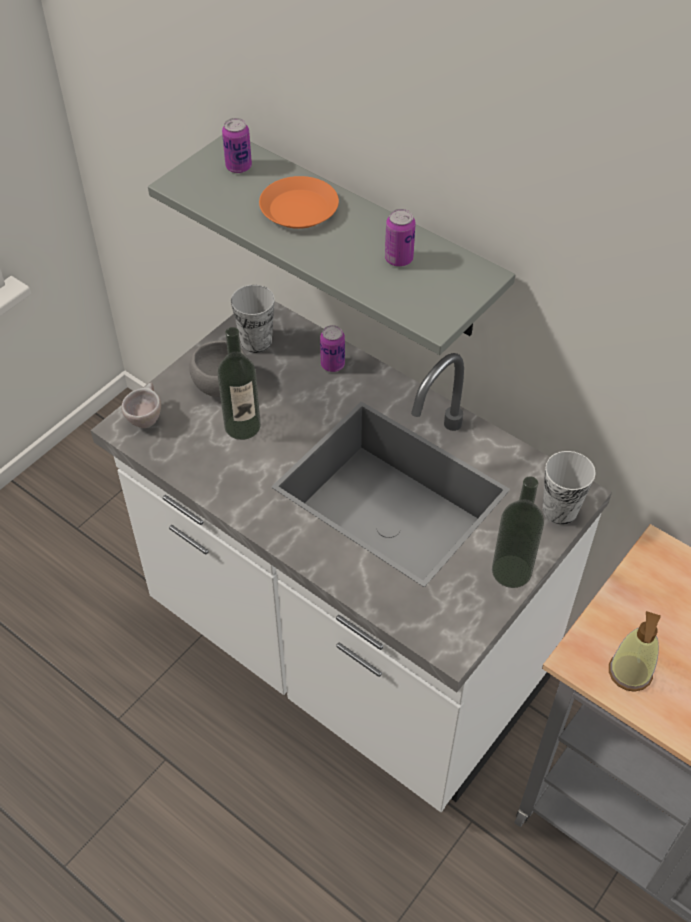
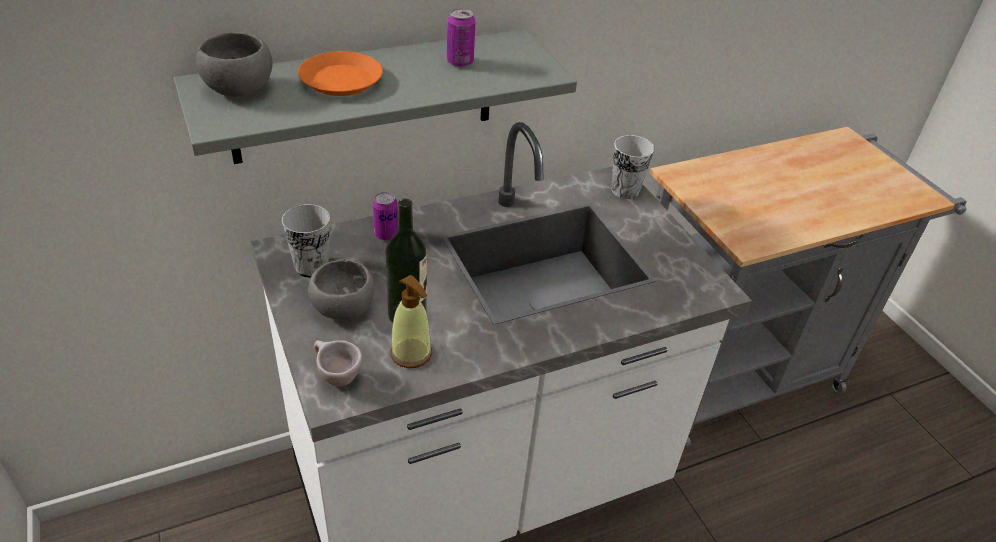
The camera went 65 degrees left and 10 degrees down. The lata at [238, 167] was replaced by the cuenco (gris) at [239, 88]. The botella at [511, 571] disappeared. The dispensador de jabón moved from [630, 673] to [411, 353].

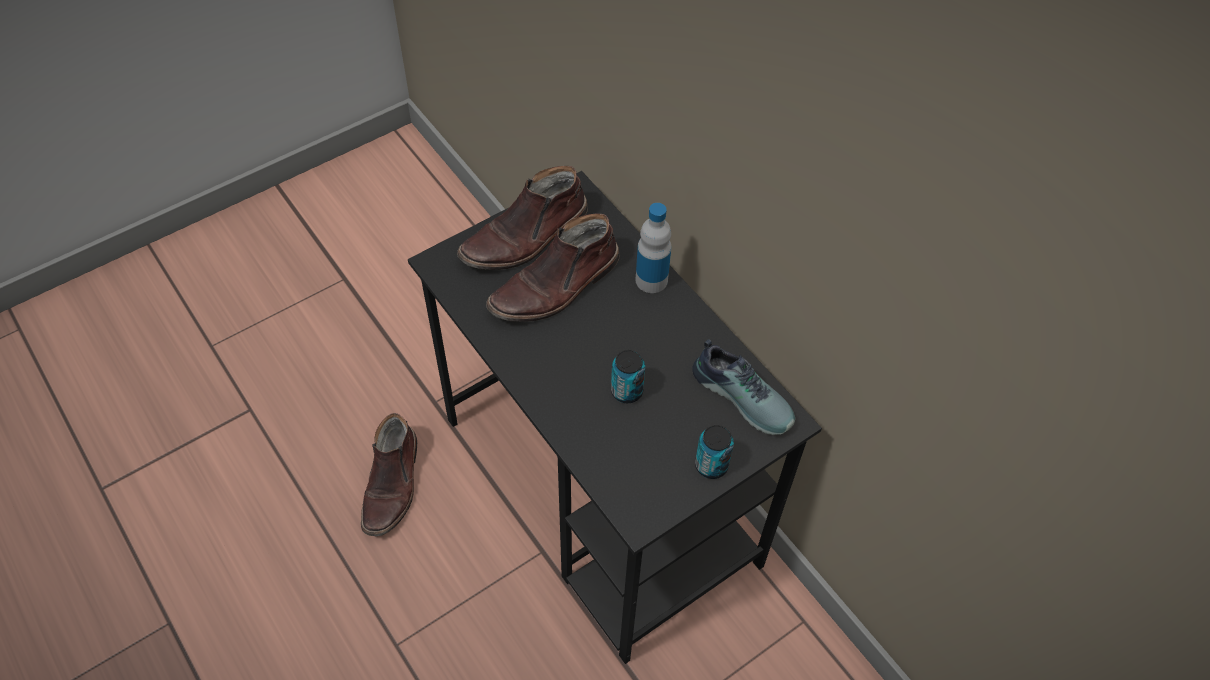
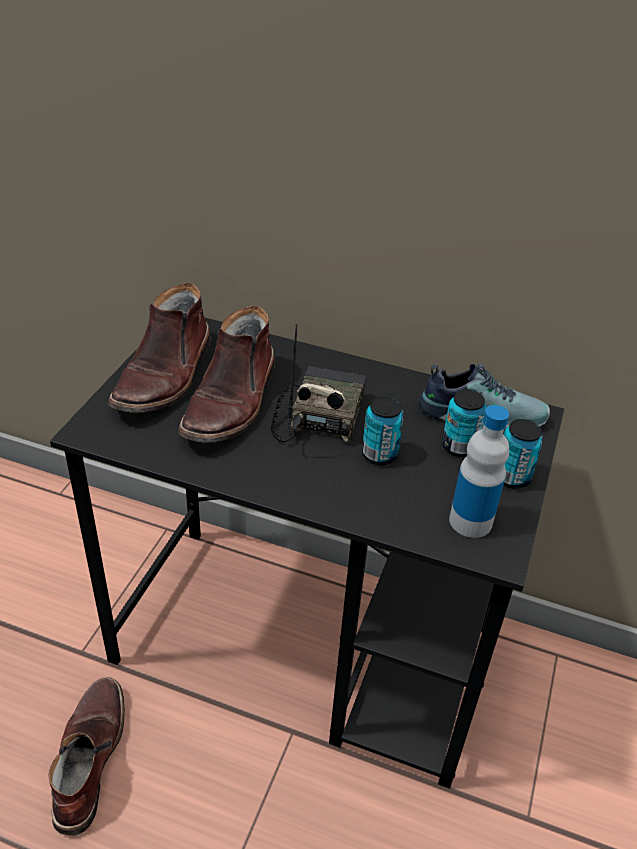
The camera went 35 degrees left and 15 degrees down. The bota (marrón) at [392, 484] turned 150 degrees counterclockwise. The botella moved from [651, 280] to [470, 521]. The radio at [319, 415] appeared. The lata at [459, 446] appeared.

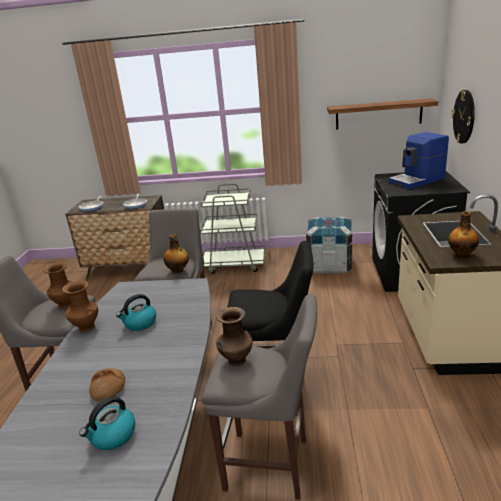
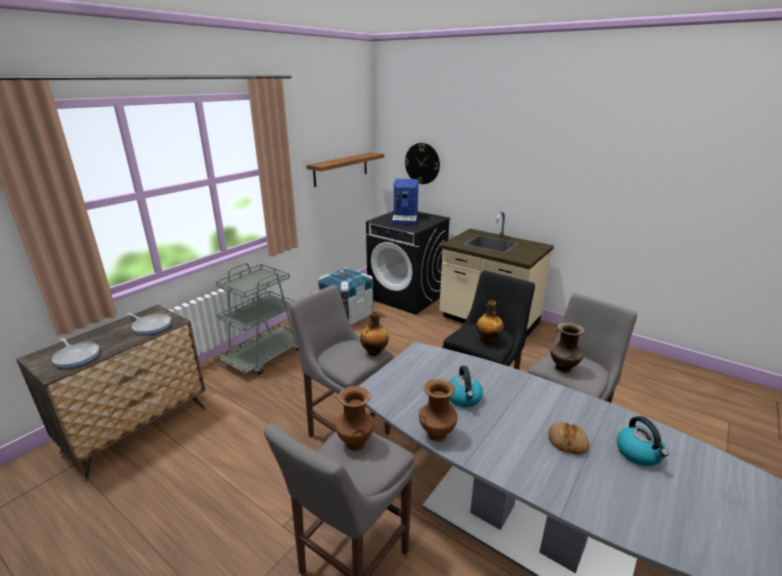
The camera went 60 degrees left and 0 degrees up. The botella moved from [461, 254] to [488, 339].

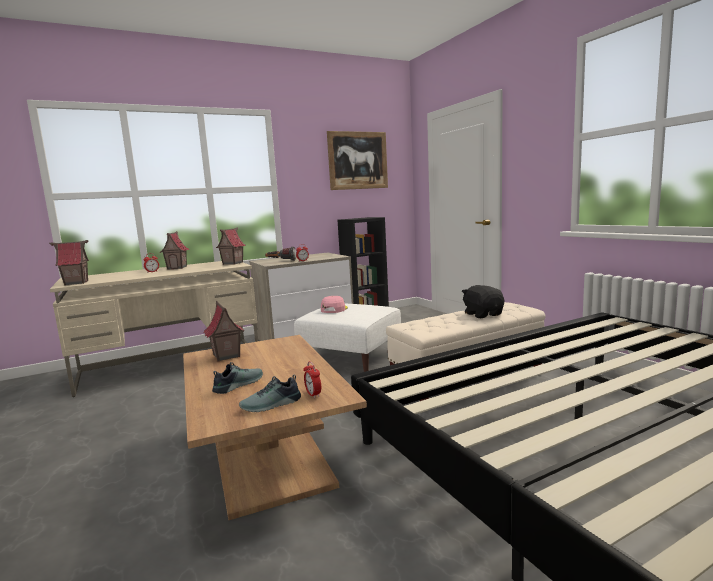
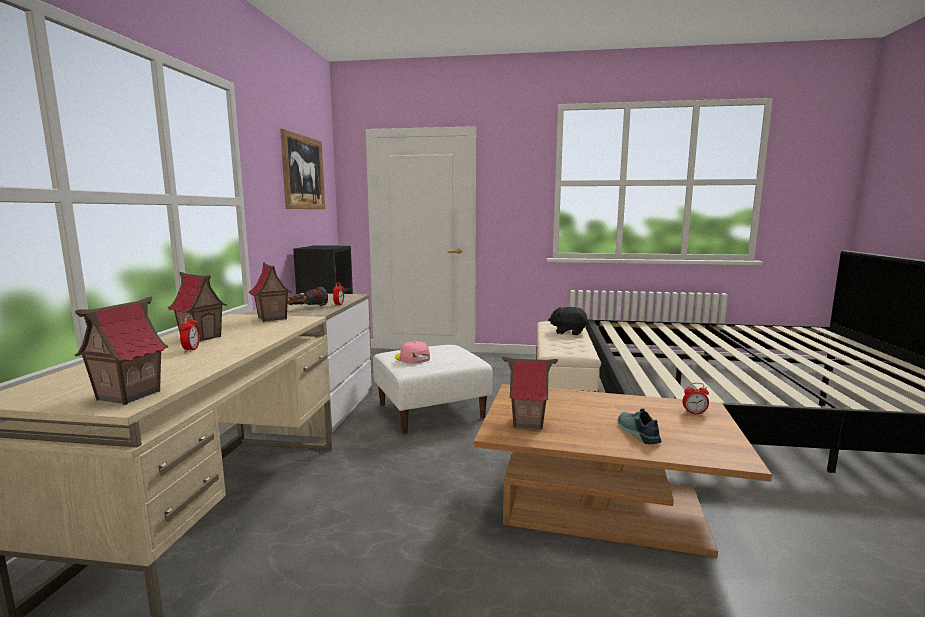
The camera went 55 degrees left and 0 degrees up. The zapato at [271, 405] disappeared.

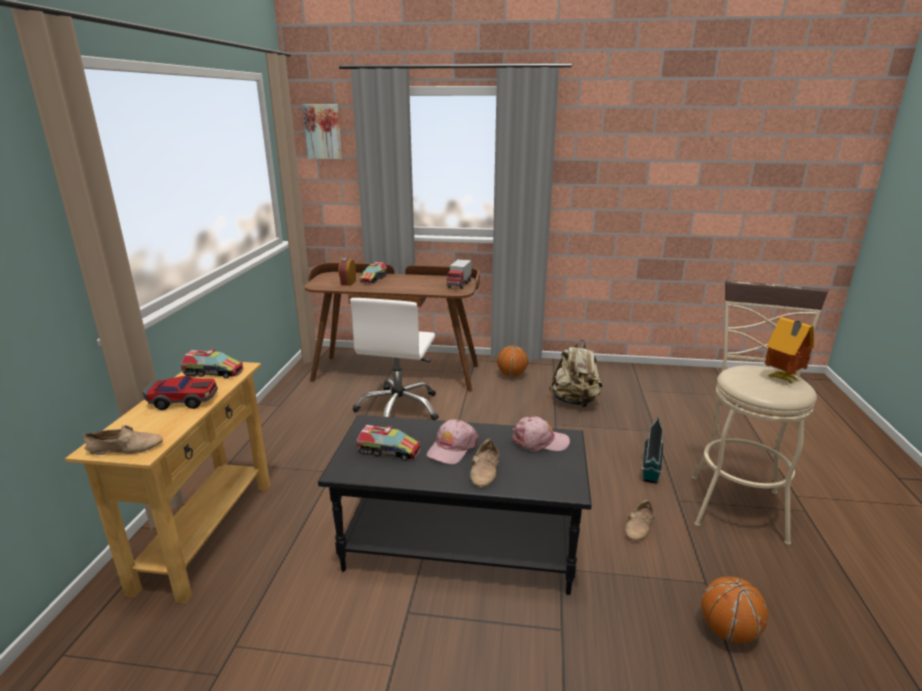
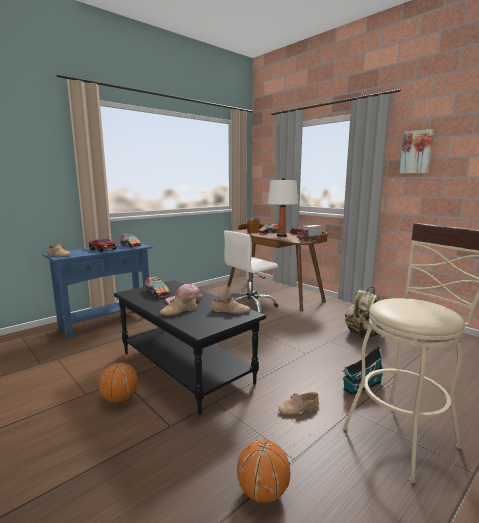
The camera went 40 degrees right and 10 degrees down. The mesa consola (beis) at [206, 534] became the mesa consola (azul) at [107, 322]. The cuadro moved from [323, 131] to [416, 152]. The balón de baloncesto moved from [512, 375] to [120, 399]. The gorra (rosa) at [539, 441] was replaced by the zapato (beis) at [230, 310]. The casita at [781, 379] disappeared. The lámpara de mesa (blanco) at [281, 236] appeared.

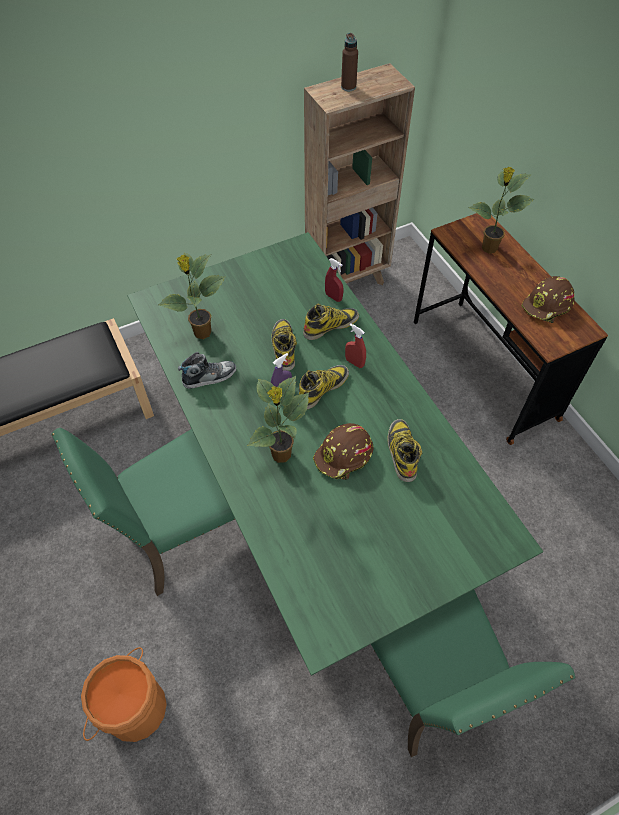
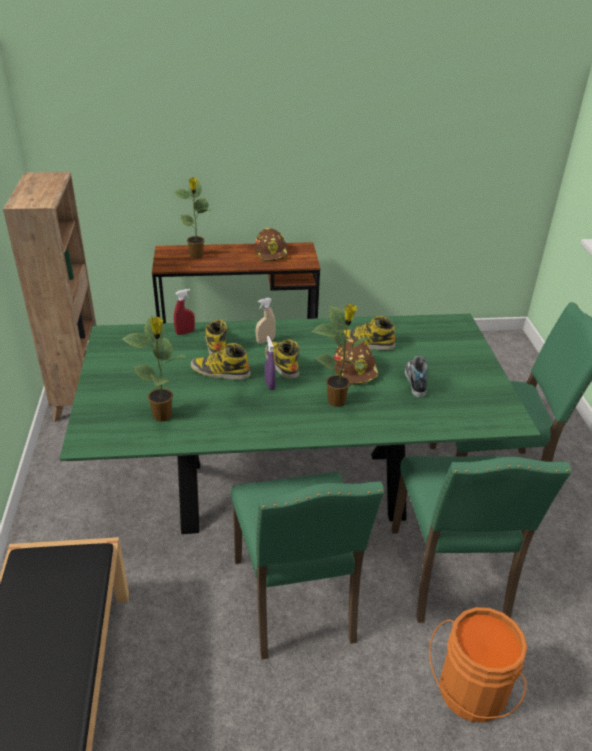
The camera went 70 degrees left and 20 degrees down. The zapato moved from [209, 376] to [415, 381]. The botella (marrón) at [348, 87] disappeared. The pulverizador (rojo) at [354, 362] became the pulverizador (beis) at [265, 341]. The silla (verde) at [451, 575] appeared.

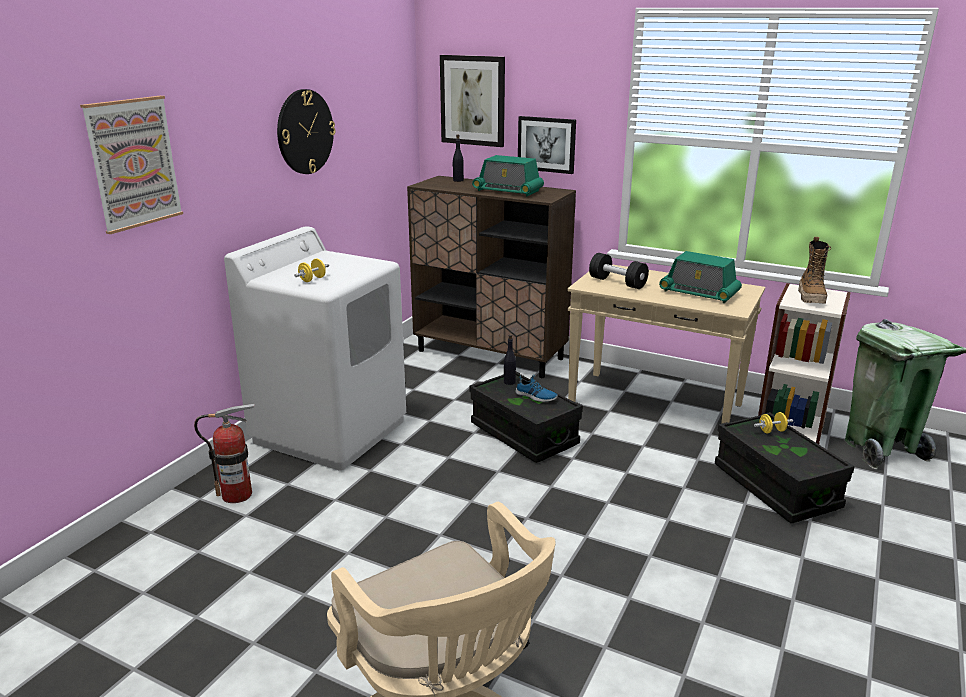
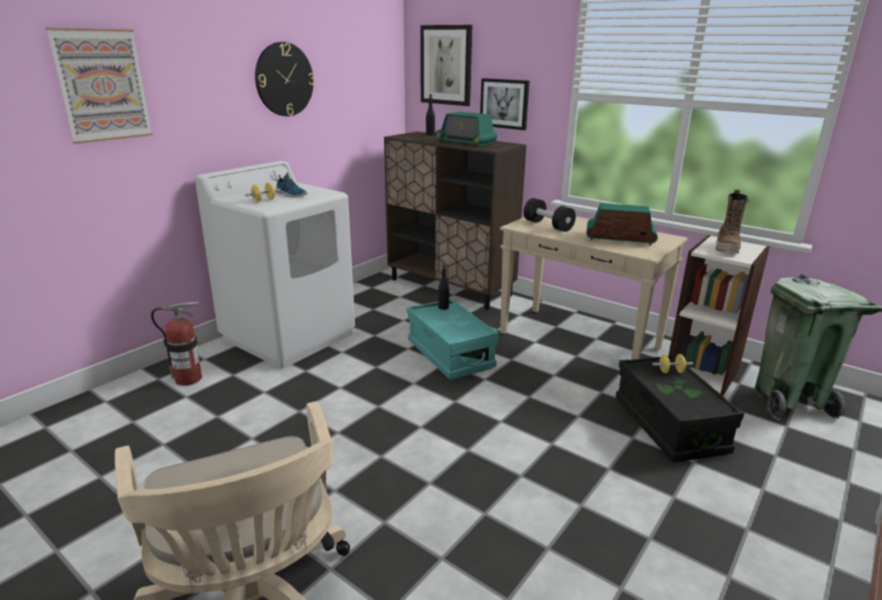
The camera went 10 degrees right and 0 degrees up. The caja de almacenaje (negro) at [524, 434] became the caja de almacenaje (turquesa) at [450, 354]. The zapato moved from [536, 396] to [290, 194]. The radio at [699, 293] turned 150 degrees clockwise.

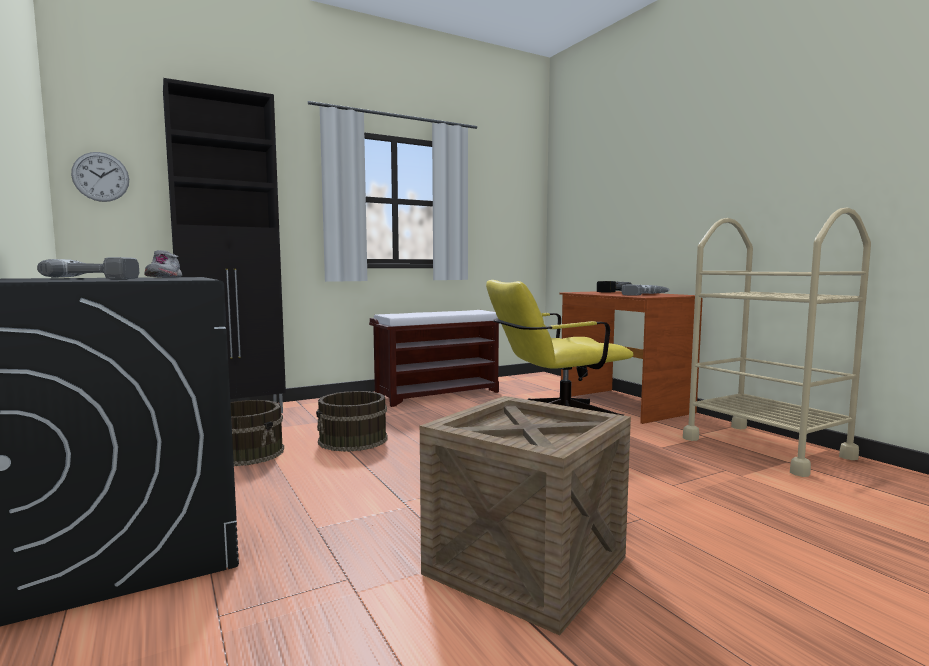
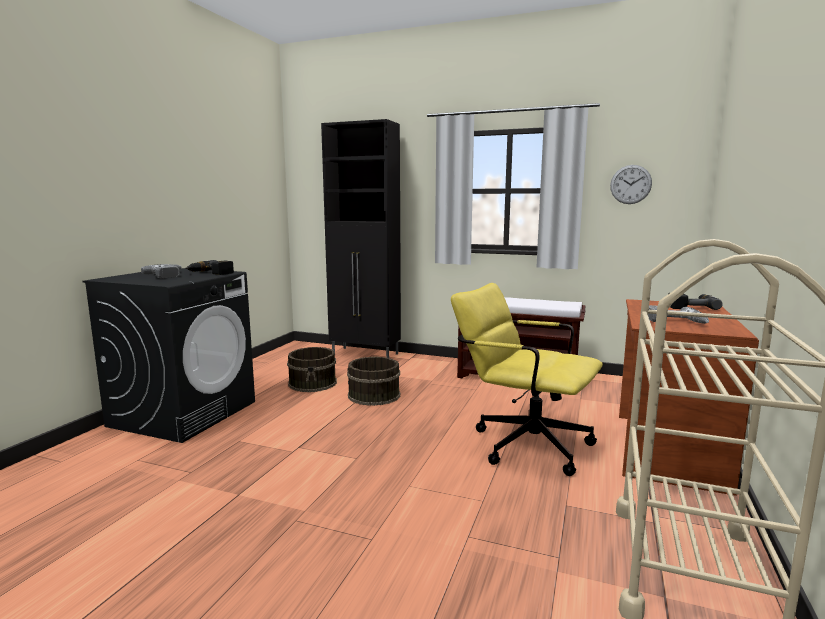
The camera went 50 degrees right and 5 degrees up. The reloj de pared moved from [100, 177] to [630, 184]. The zapato (gris) at [164, 277] was replaced by the taladro at [210, 273]. The caja de embalaje at [526, 565] disappeared.

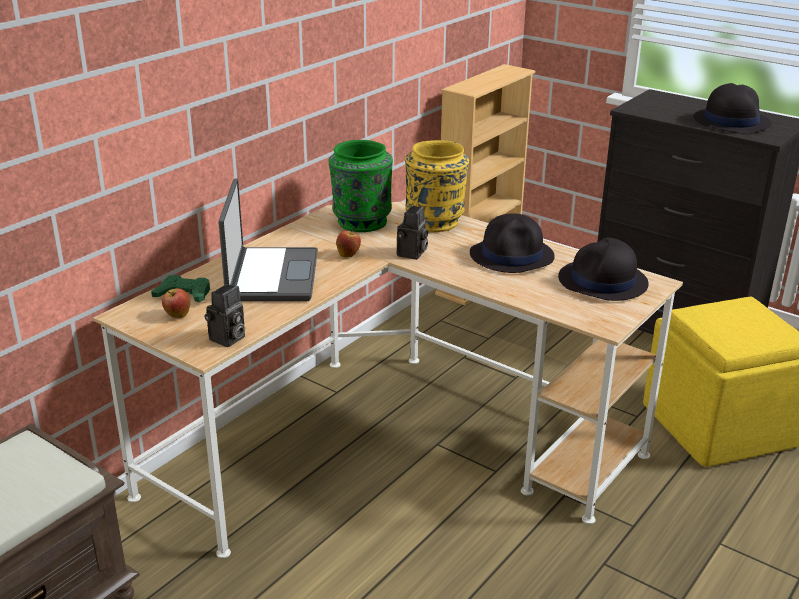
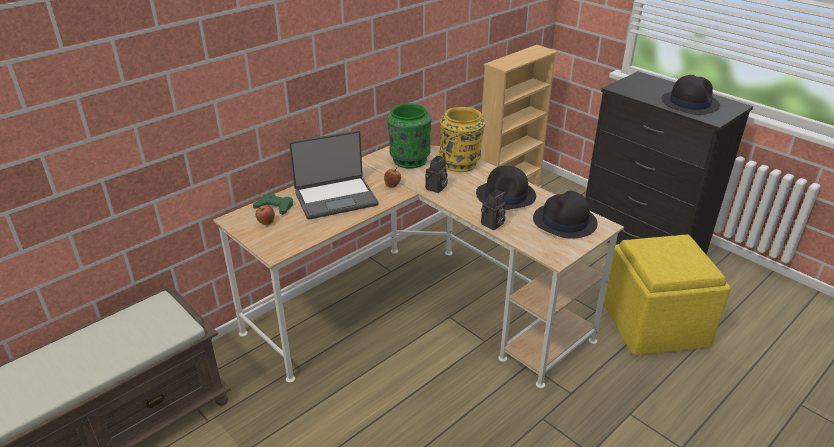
The camera went 10 degrees right and 5 degrees up. The cámara moved from [227, 339] to [492, 225]. The portátil at [271, 276] turned 60 degrees clockwise.

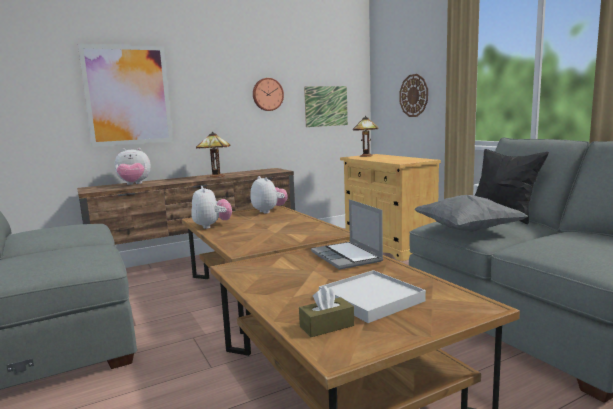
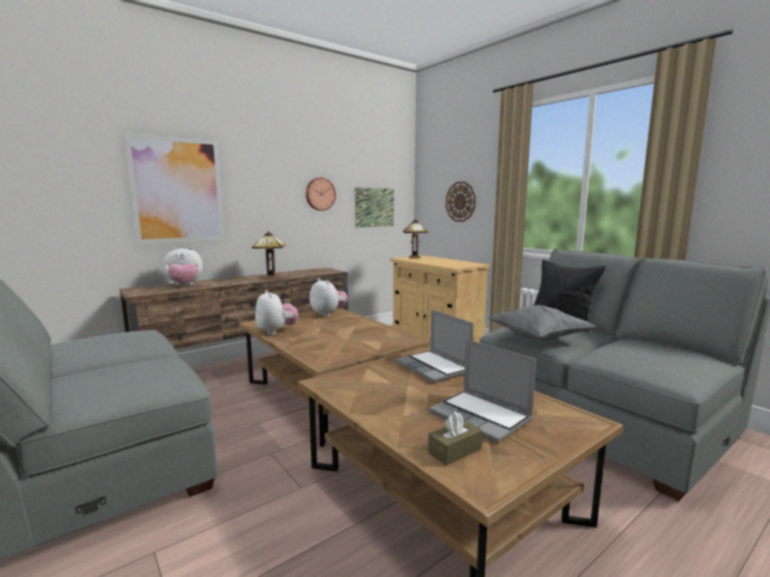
The camera went 10 degrees left and 0 degrees up. The bandeja (blanco) at [371, 299] was replaced by the portátil at [482, 417].

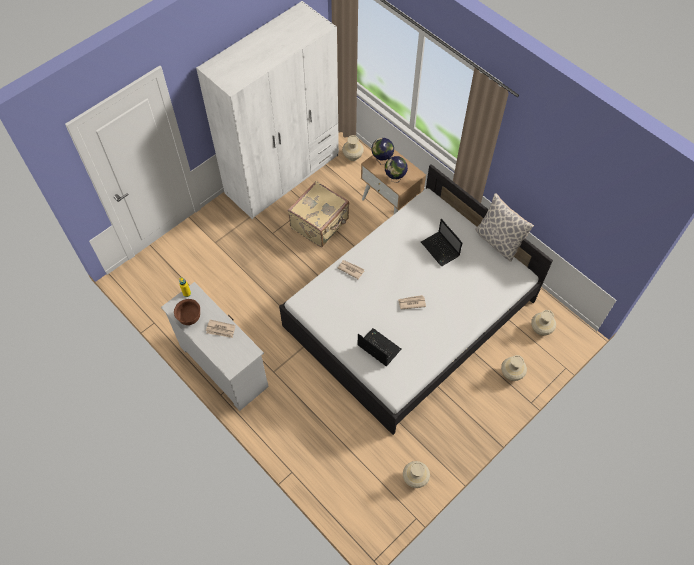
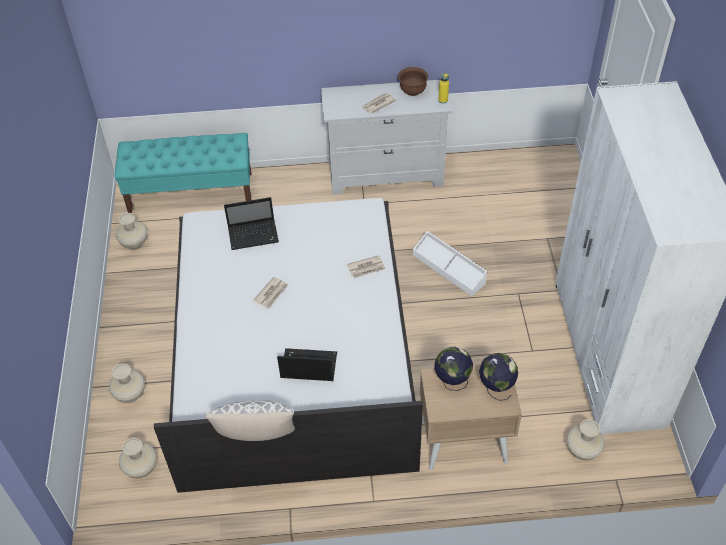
The camera went 130 degrees right and 10 degrees down. The maleta (beis) at [320, 224] disappeared. The banco (turquesa) at [191, 192] appeared. The caja de almacenaje (blanco) at [449, 269] appeared.

